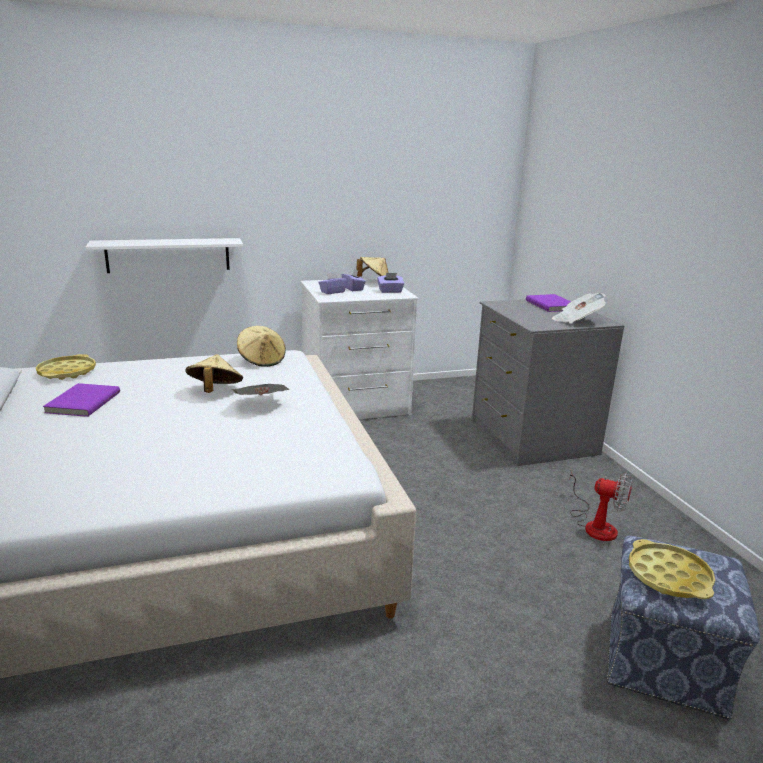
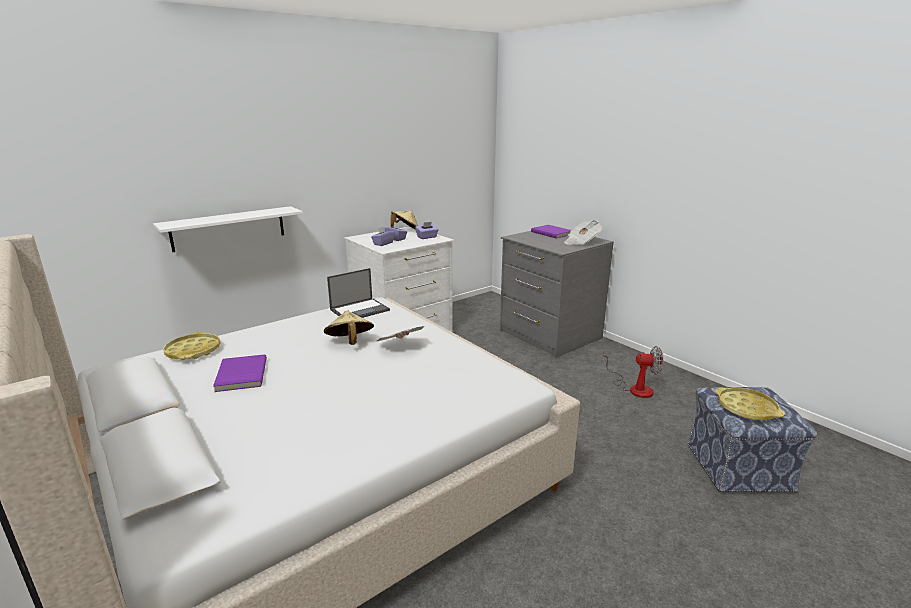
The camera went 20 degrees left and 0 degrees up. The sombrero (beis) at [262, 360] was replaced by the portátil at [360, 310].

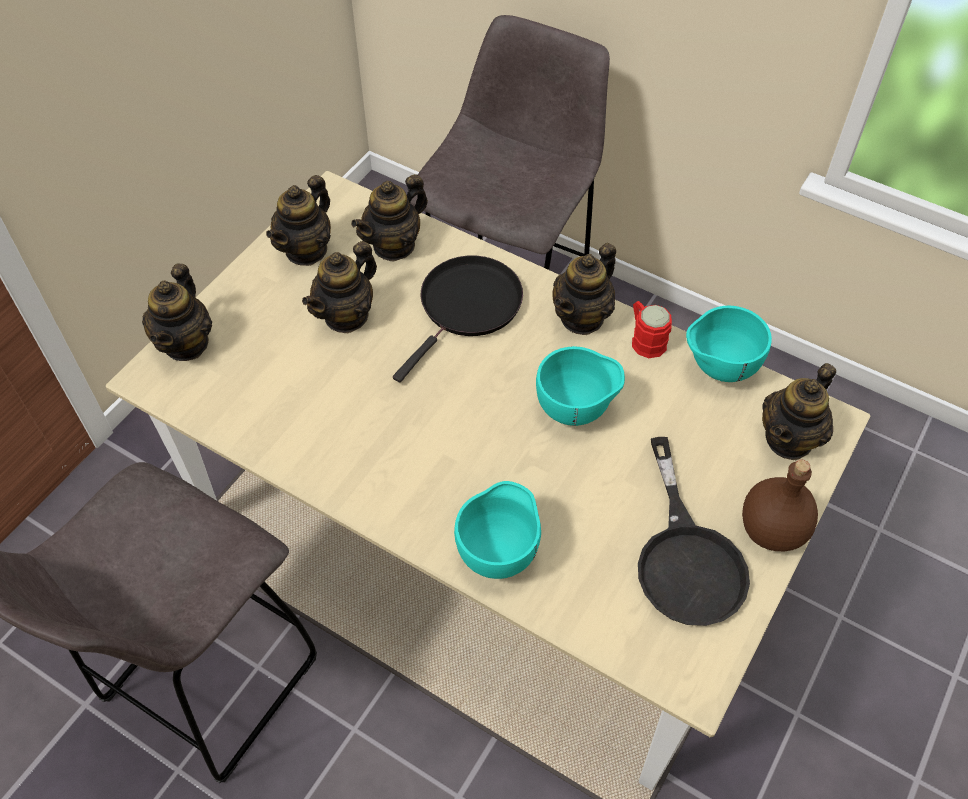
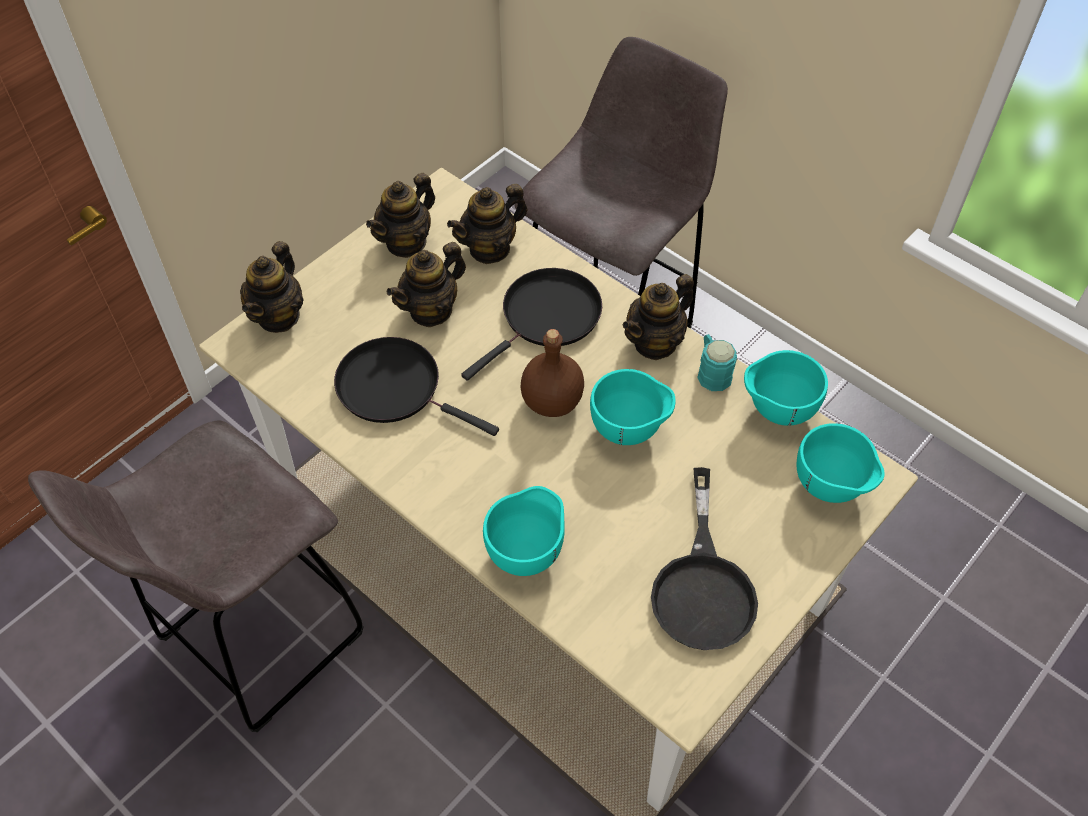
The camera went 10 degrees right and 0 degrees up. The taza grande (rojo) at [645, 339] became the taza grande (turquesa) at [712, 372]. The botella (marrón) moved from [771, 531] to [551, 402]. The tetera at [789, 439] was replaced by the cuenco (turquesa) at [830, 488]. The sartén (negro) at [395, 388] appeared.

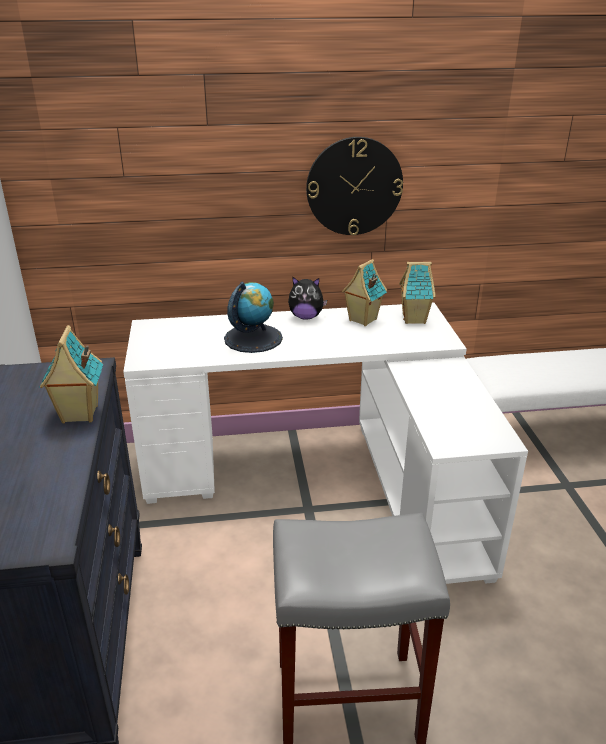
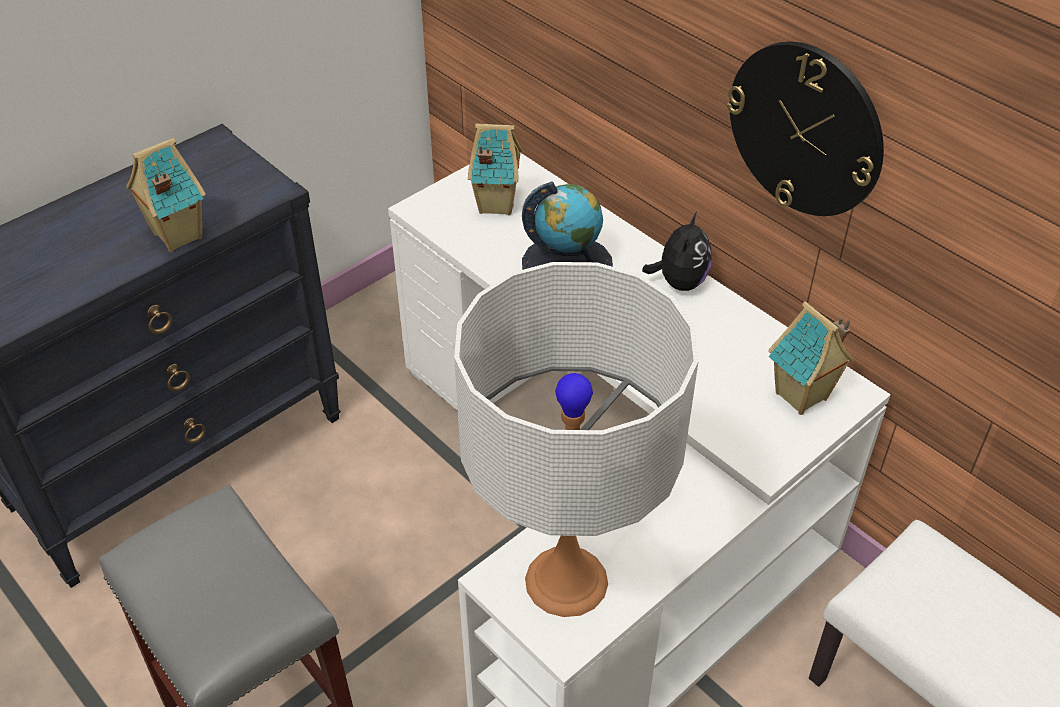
The camera went 55 degrees right and 15 degrees up. The peluche at [306, 317] turned 135 degrees counterclockwise. The casita moved from [362, 320] to [495, 204]. The lámpara de mesa (blanco) at [566, 580] appeared.

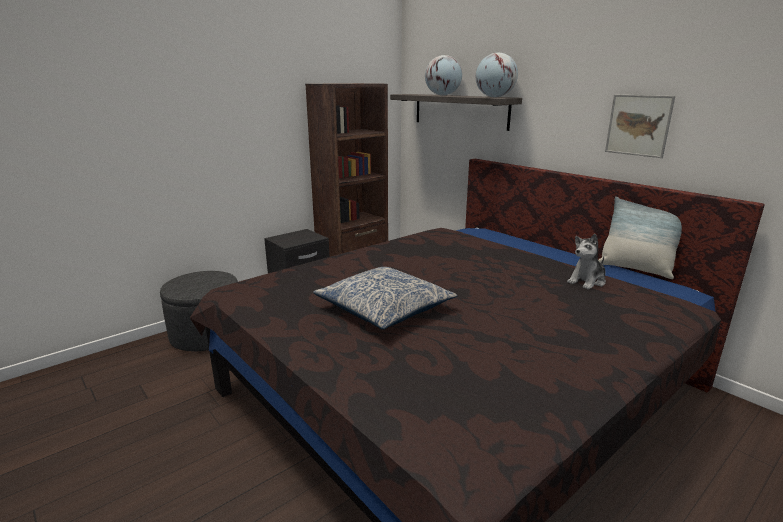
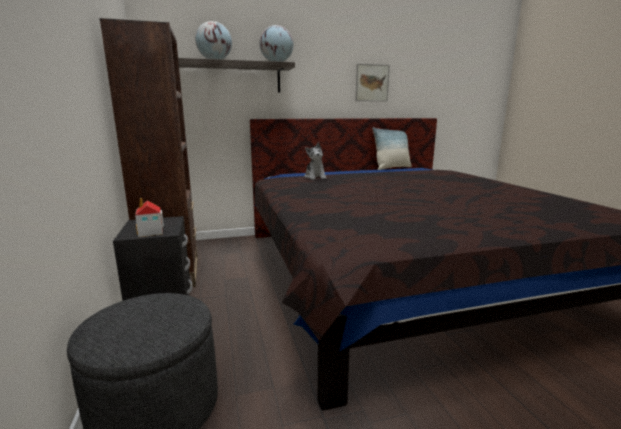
The camera went 65 degrees left and 5 degrees down. The cojín at [384, 308] disappeared. The peluche moved from [587, 281] to [315, 177]. The casita at [151, 232] appeared.

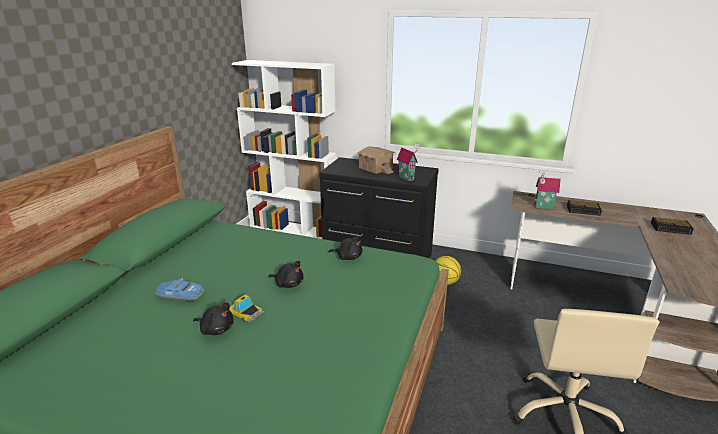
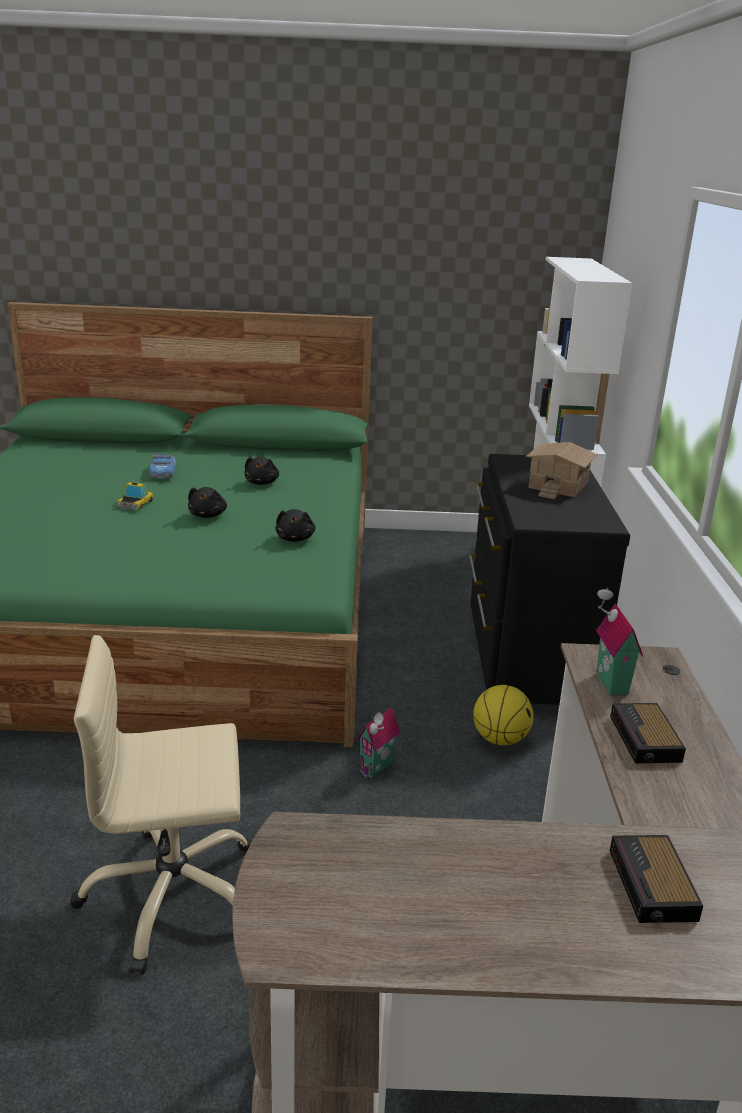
The camera went 70 degrees right and 0 degrees up. The peluche (negro) moved from [216, 329] to [262, 482]. The casita moved from [407, 178] to [378, 768].

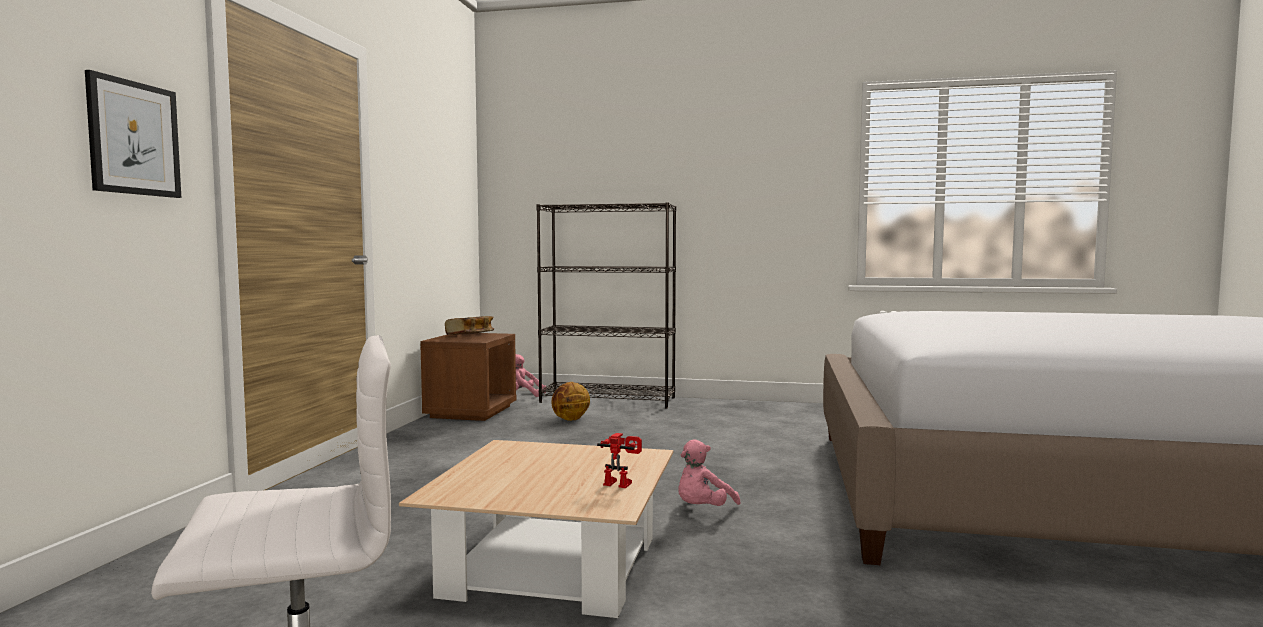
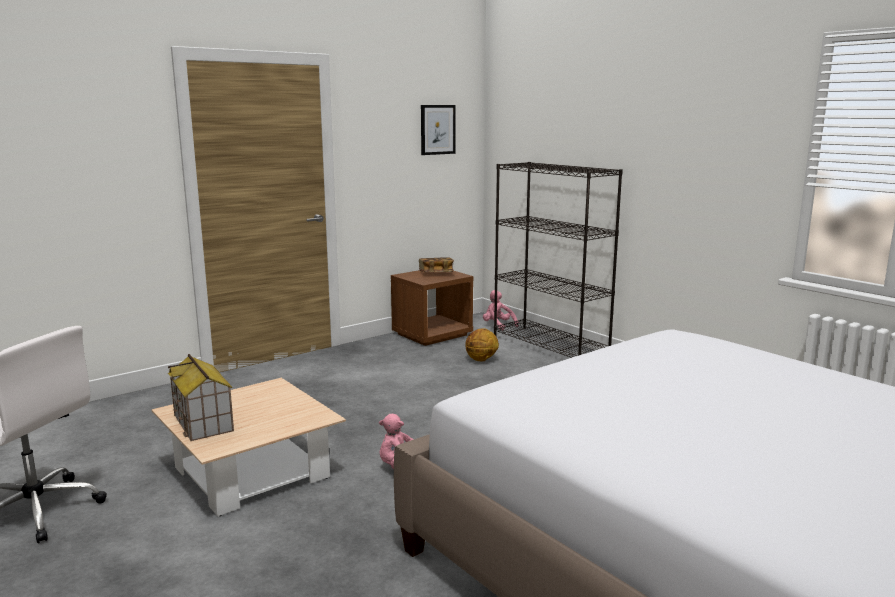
The camera went 40 degrees right and 10 degrees up. The cuadro moved from [134, 138] to [437, 129]. The robot de juguete at [621, 483] disappeared. The casita at [204, 423] appeared.

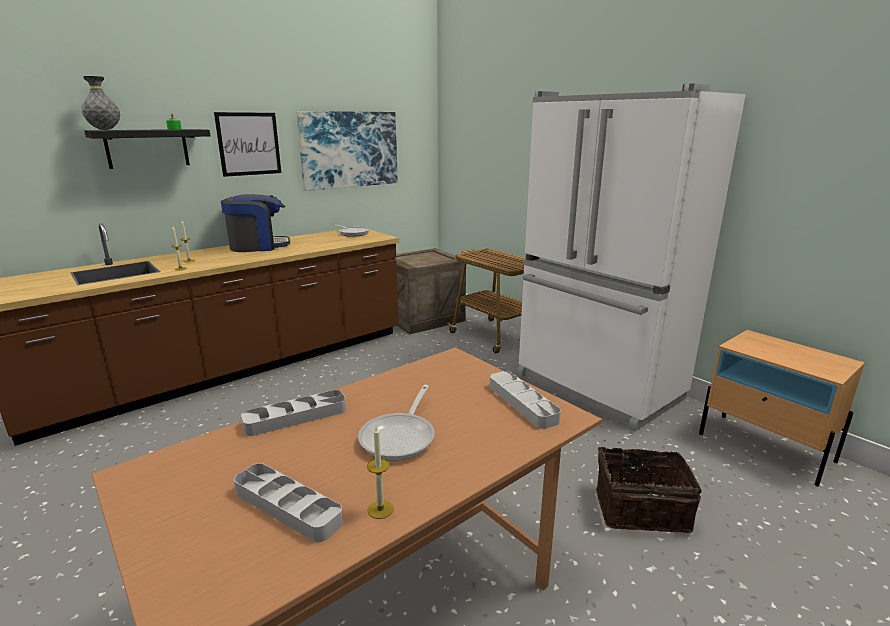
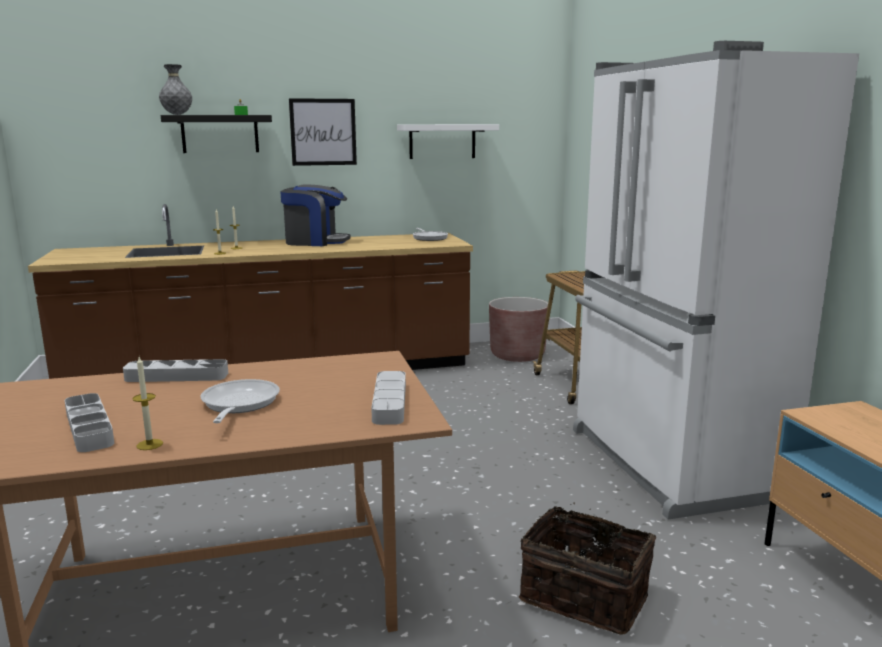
The camera went 25 degrees right and 5 degrees down. The cuadro at [349, 149] was replaced by the estante (blanco) at [442, 141]. The sartén at [400, 437] turned 135 degrees clockwise. The caja de embalaje at [424, 318] was replaced by the maceta (marrón) at [517, 355].

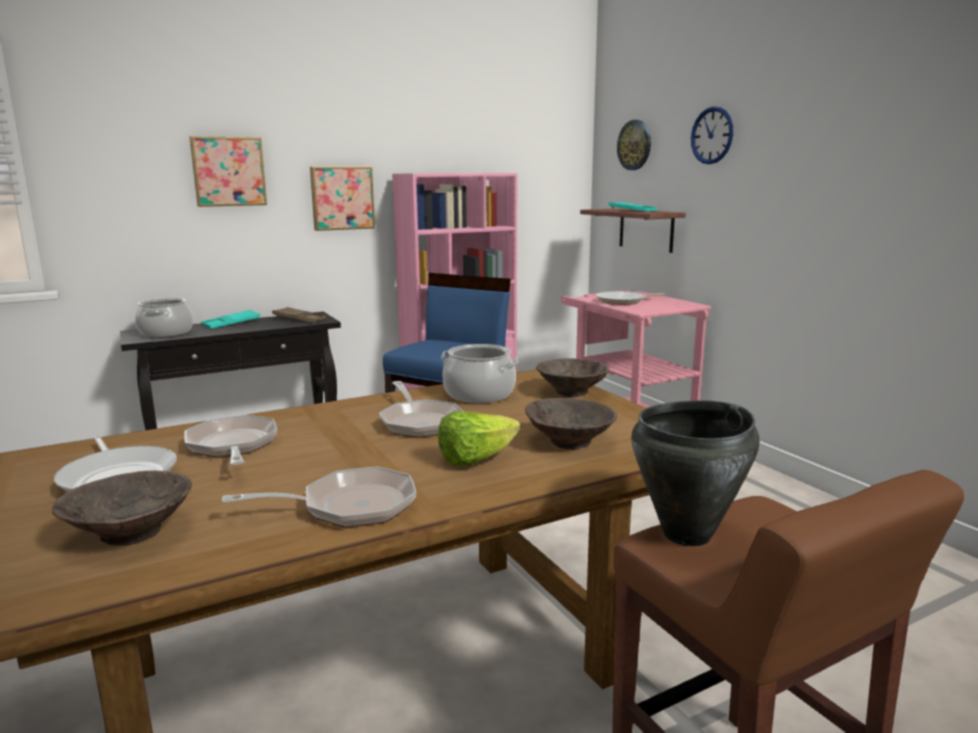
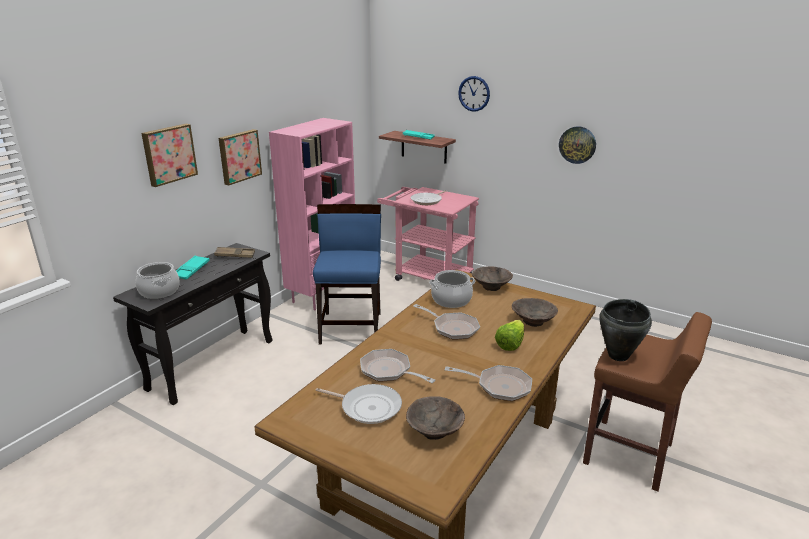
The camera went 30 degrees left and 10 degrees up. The sartén at [349, 507] turned 60 degrees clockwise. The reloj de pared moved from [634, 145] to [577, 144].

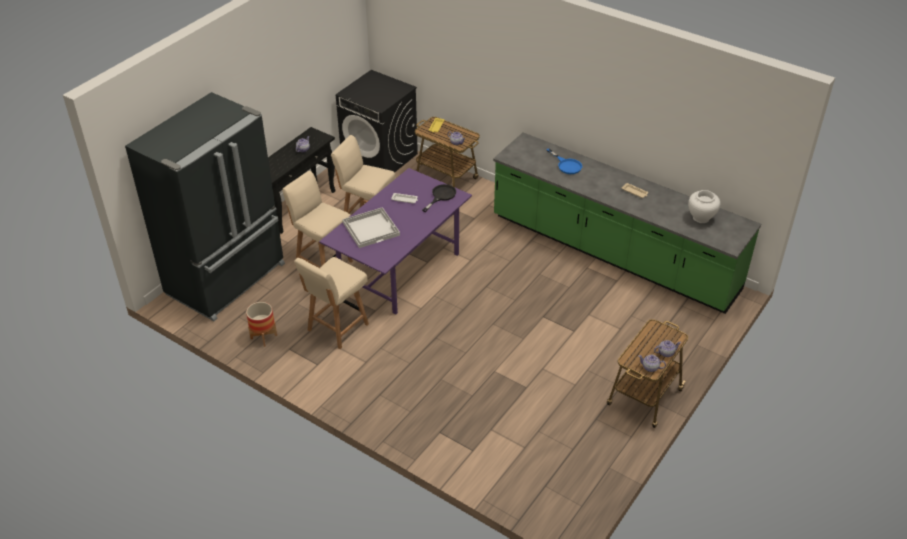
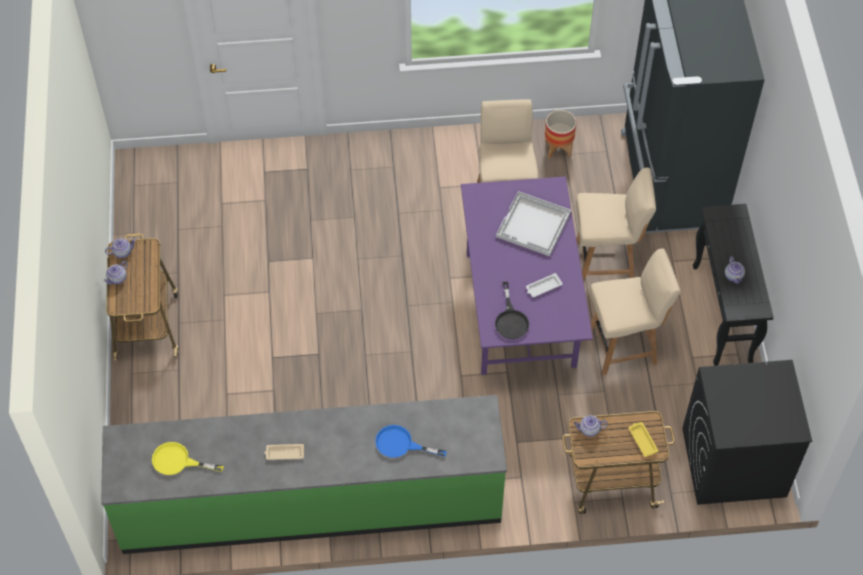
The camera went 140 degrees right and 15 degrees up. The florero (blanco) at [701, 218] was replaced by the sartén (amarillo) at [178, 461].

